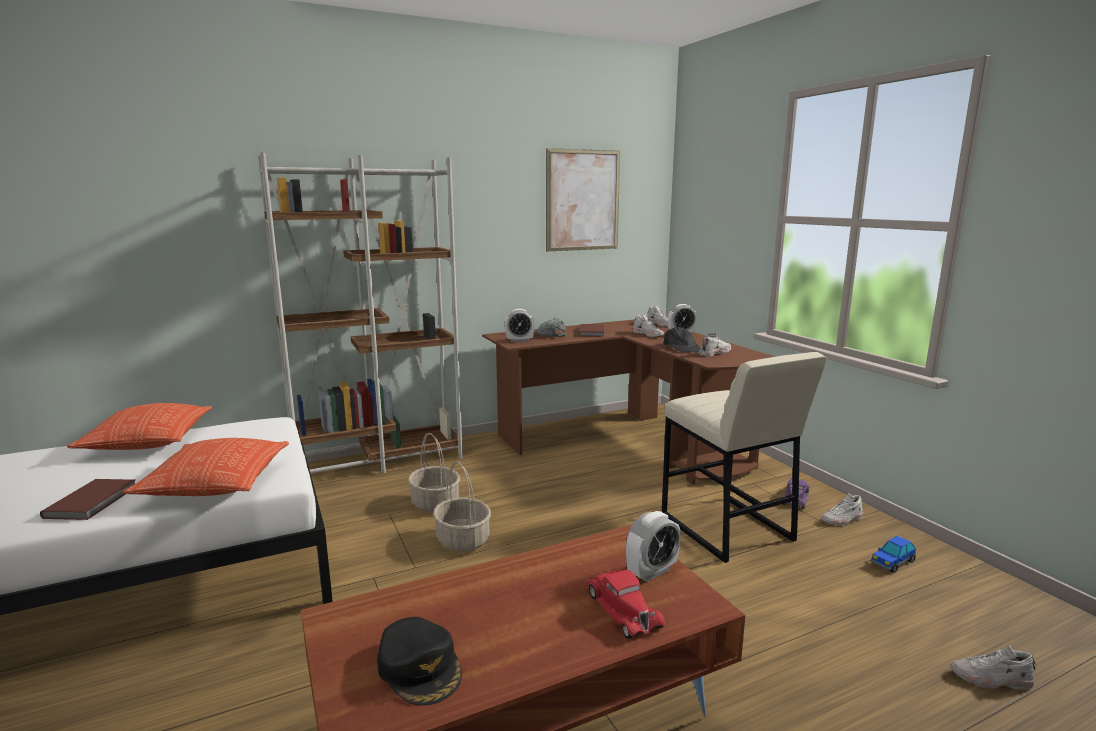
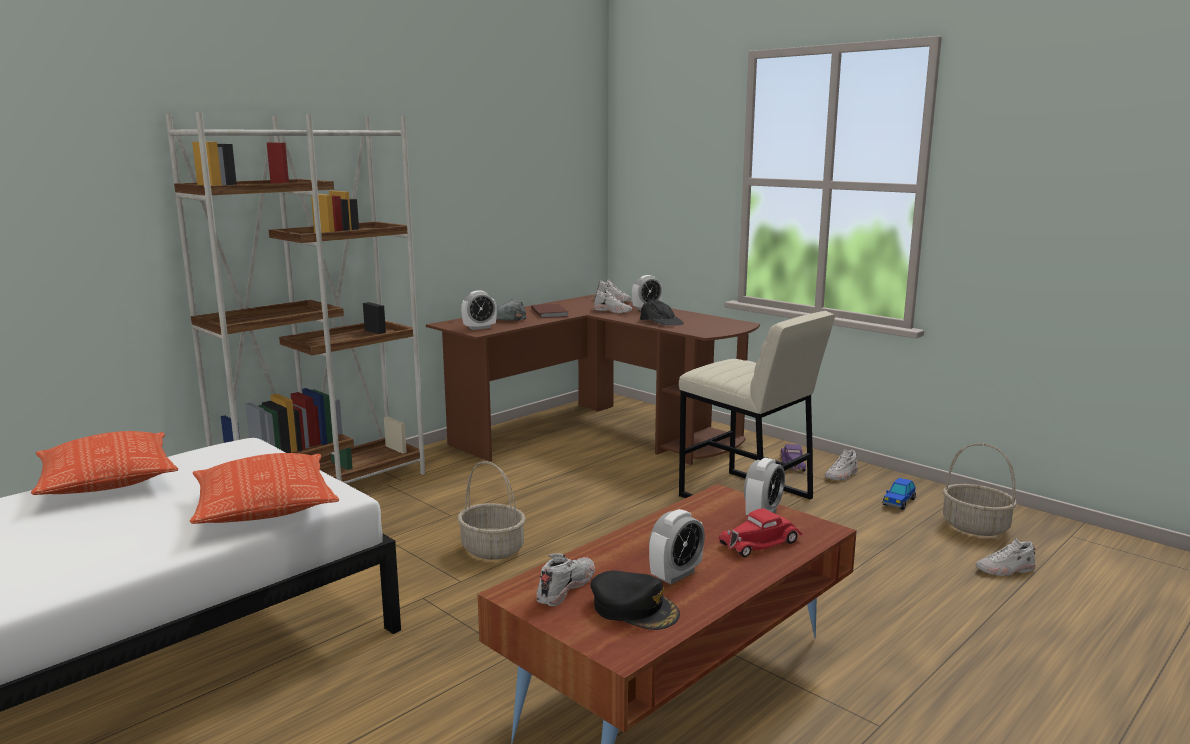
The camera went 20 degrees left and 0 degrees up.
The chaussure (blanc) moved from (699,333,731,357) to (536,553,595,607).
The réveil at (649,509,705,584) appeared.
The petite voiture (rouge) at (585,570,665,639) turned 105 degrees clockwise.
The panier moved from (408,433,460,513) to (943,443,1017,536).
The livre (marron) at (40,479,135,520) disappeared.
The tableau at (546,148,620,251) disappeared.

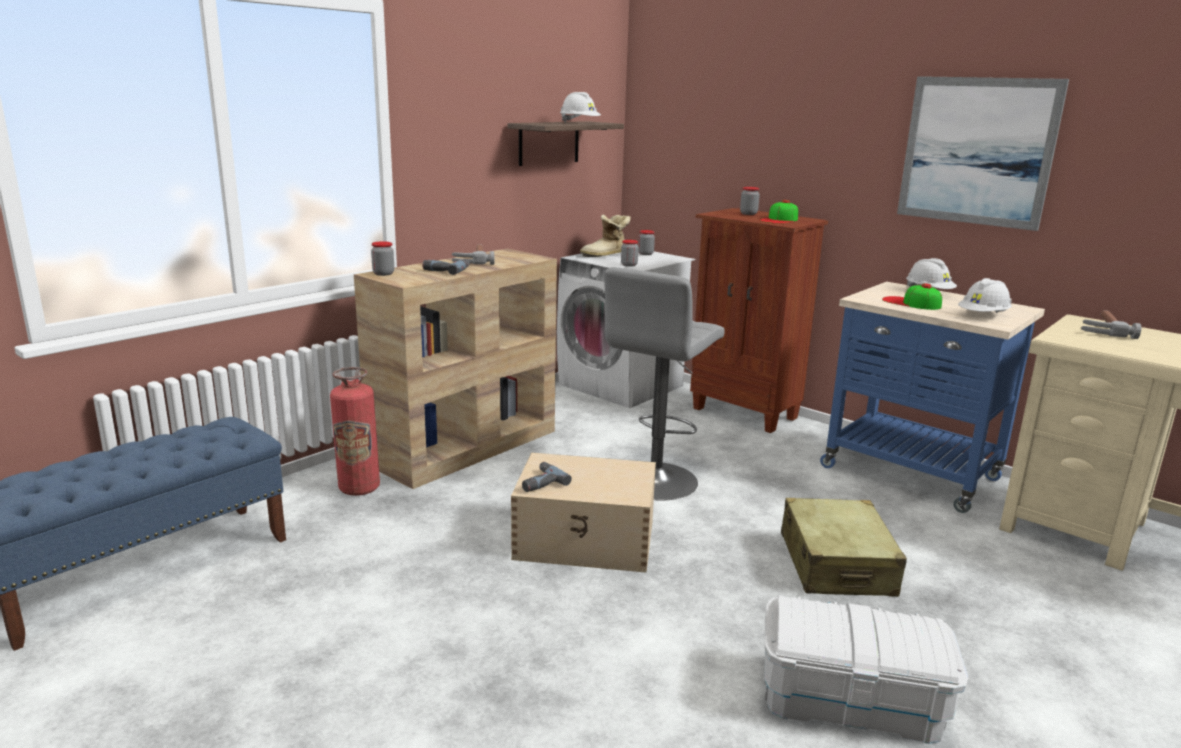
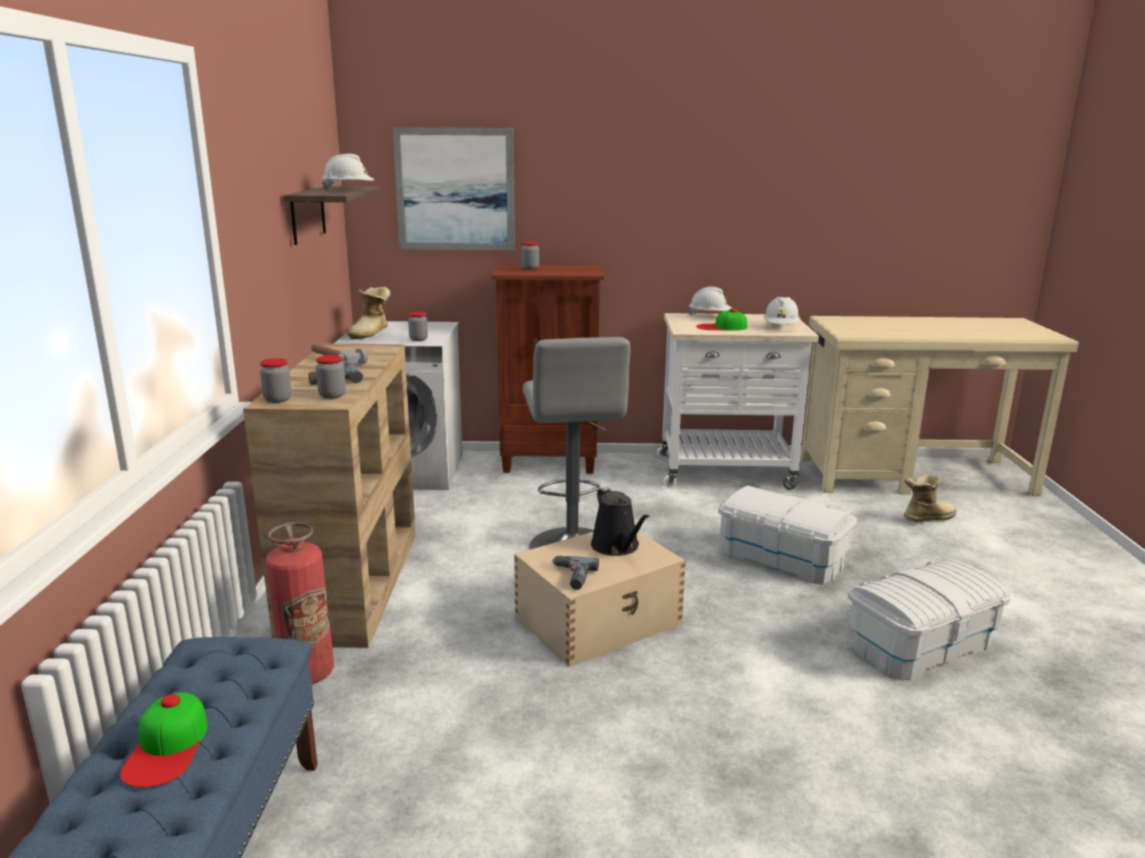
The camera went 40 degrees left and 0 degrees up.
The casquette moved from (760,200,798,224) to (120,693,208,788).
The bocal moved from (638,230,655,255) to (316,355,346,399).
The tableau moved from (897,76,1069,231) to (392,127,515,250).
The arrosoir (noir) at (591,487,649,556) appeared.
The chariot (bleu) at (820,282,1045,513) became the chariot (blanc) at (657,313,819,490).
The valise (beige) at (781,498,907,597) was replaced by the boîte de rangement (blanc) at (718,486,857,584).
The botte at (904,474,957,522) appeared.
The marteau at (1081,310,1141,339) disappeared.

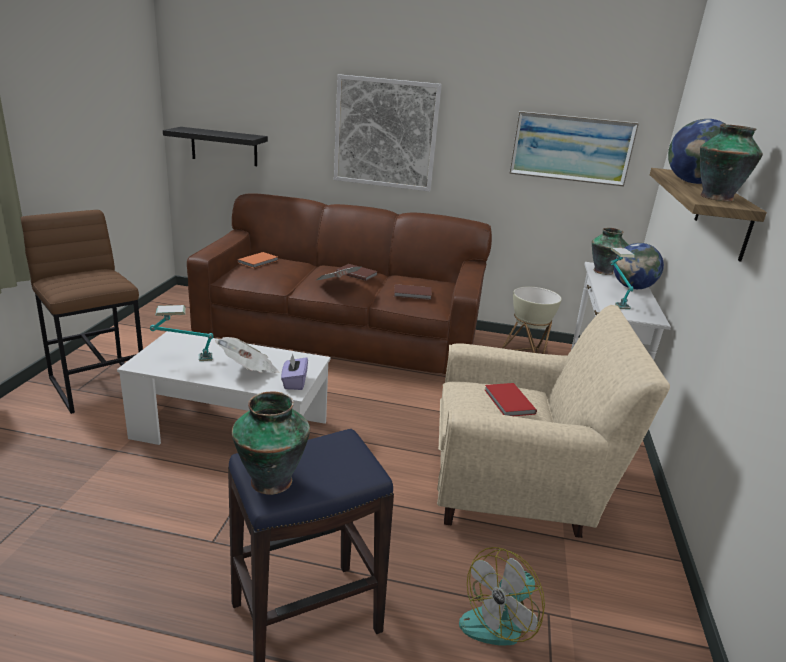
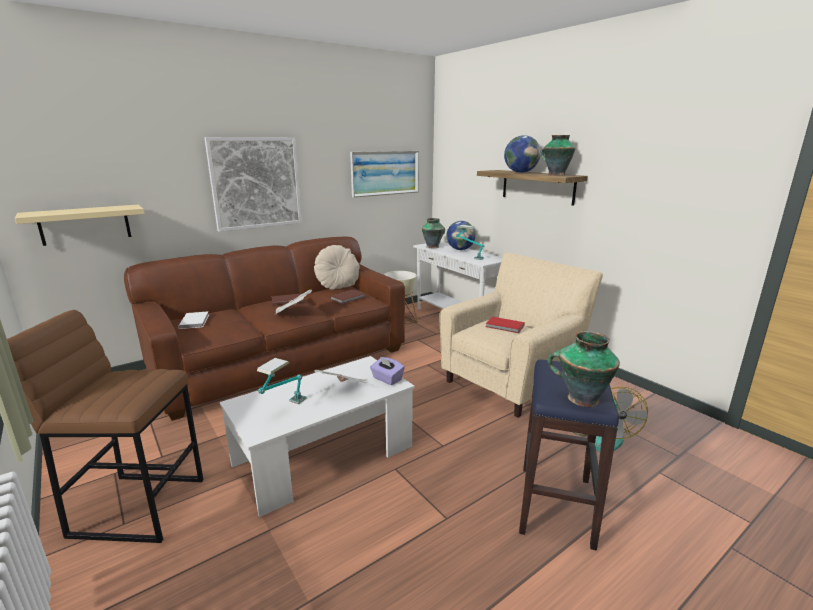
The camera went 45 degrees left and 5 degrees down.
The étagère (noir) at (163,127,268,166) became the étagère (beige) at (15,205,145,246).
The livre (orange) at (237,252,278,268) became the livre (blanc) at (178,311,209,329).
The coussin (beige) at (314,245,360,290) appeared.

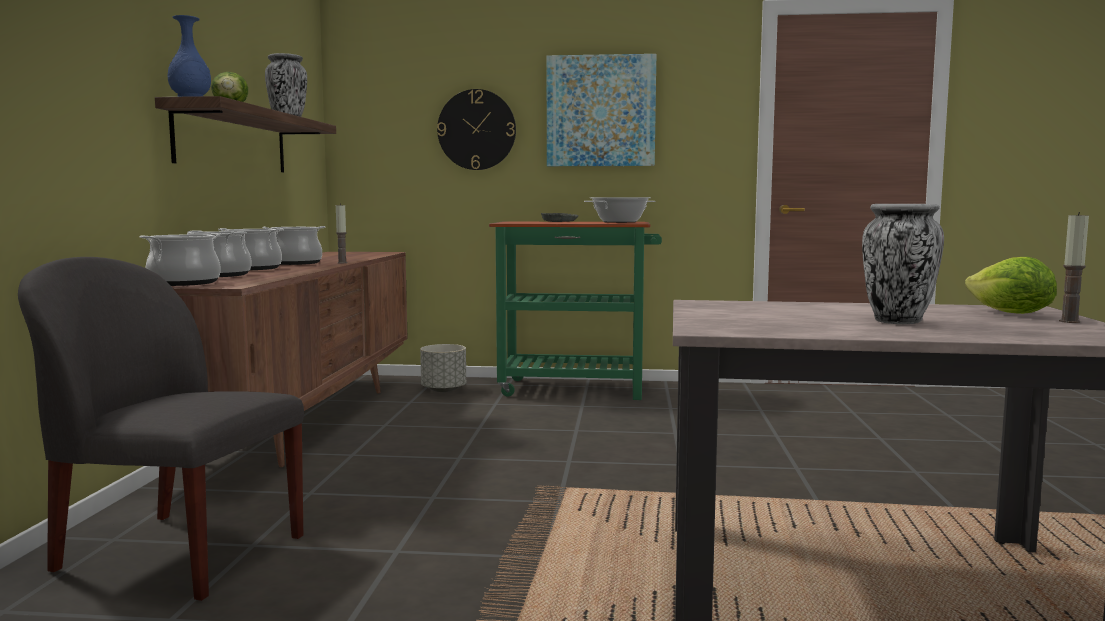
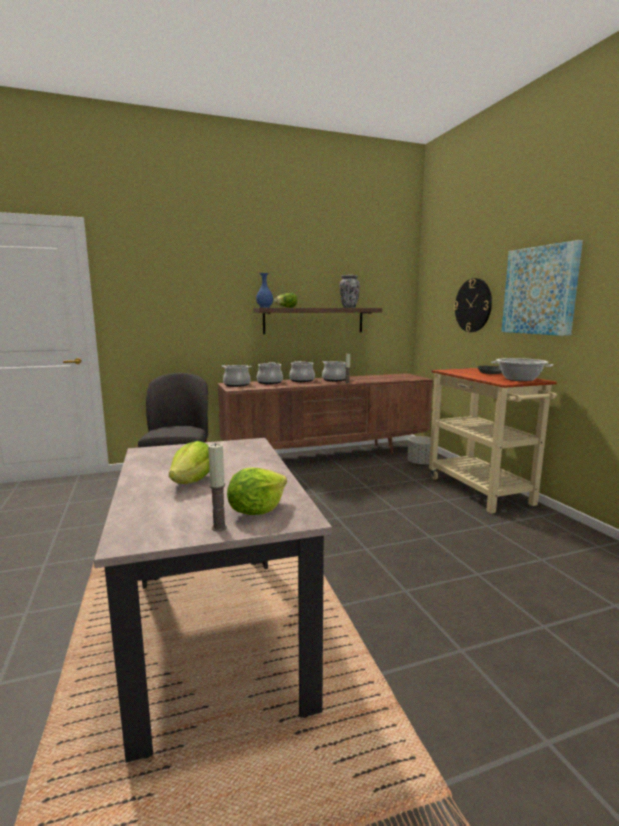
The camera went 65 degrees right and 5 degrees up.
The vase at (862,204,944,324) was replaced by the laitue at (169,441,209,484).
The chariot (vert) at (489,222,662,400) became the chariot (beige) at (429,368,557,513).

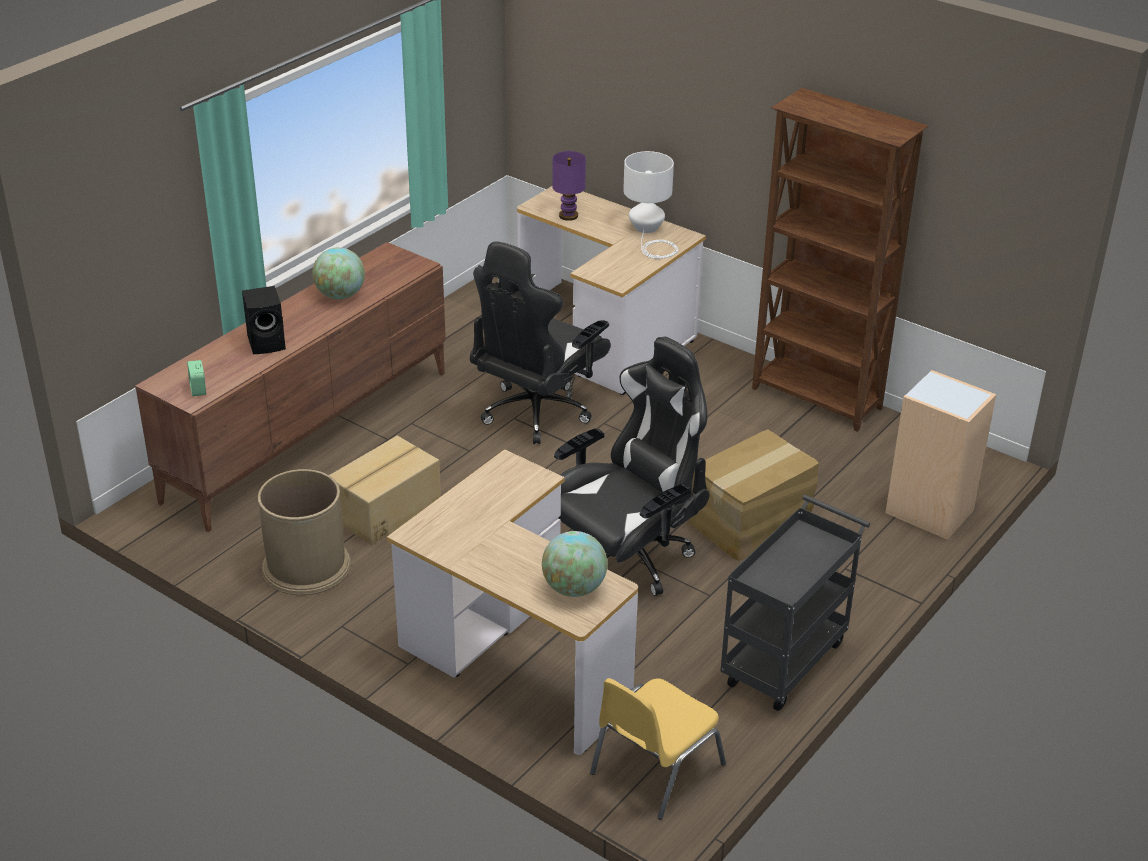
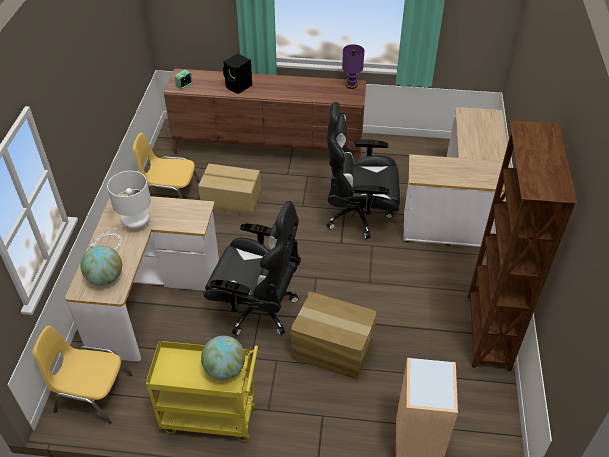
The camera went 60 degrees right and 10 degrees up.
The lampe de table (blanc) moved from (624,151,678,260) to (90,171,151,250).
The poubelle (marron) at (258,469,351,595) was replaced by the chaise (jaune) at (133,133,200,199).
The chariot (gris) at (720,495,870,711) became the chariot (jaune) at (146,341,258,442).
The globe moved from (312,247,365,299) to (201,336,245,380).
The lampe de table (violet) moved from (552,151,586,221) to (342,44,365,89).

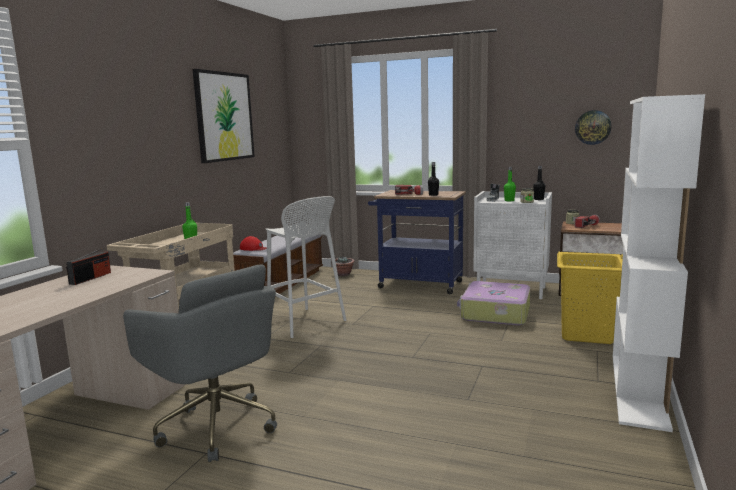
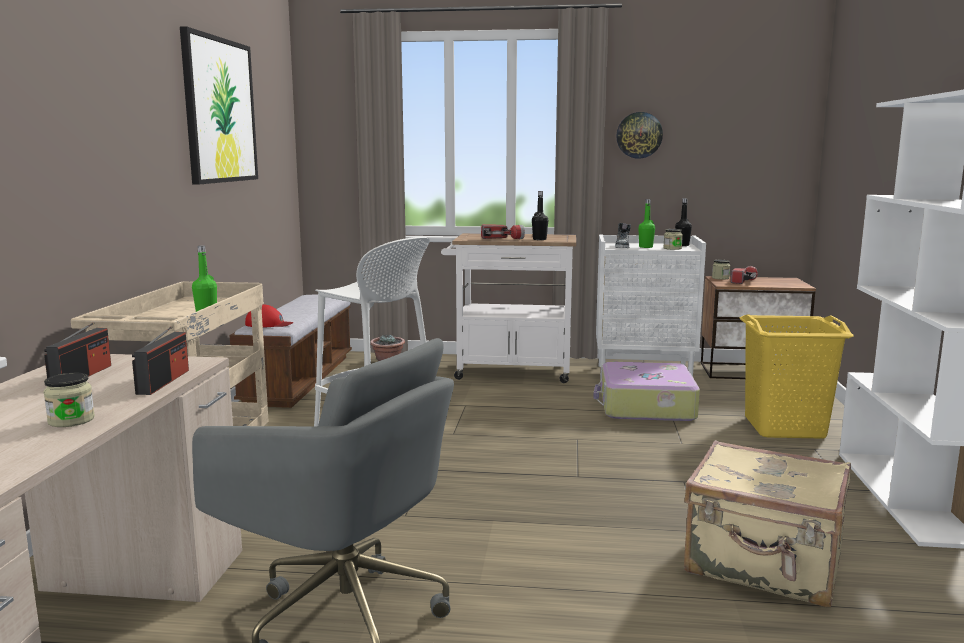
The camera went 15 degrees left and 0 degrees up.
The bocal at (43,373,95,427) appeared.
The radio at (132,326,189,395) appeared.
The chariot (bleu) at (368,190,466,294) became the chariot (blanc) at (441,233,576,383).
The horloge murale moved from (575,110,611,145) to (616,112,663,159).
The valise (beige) at (684,440,851,608) appeared.

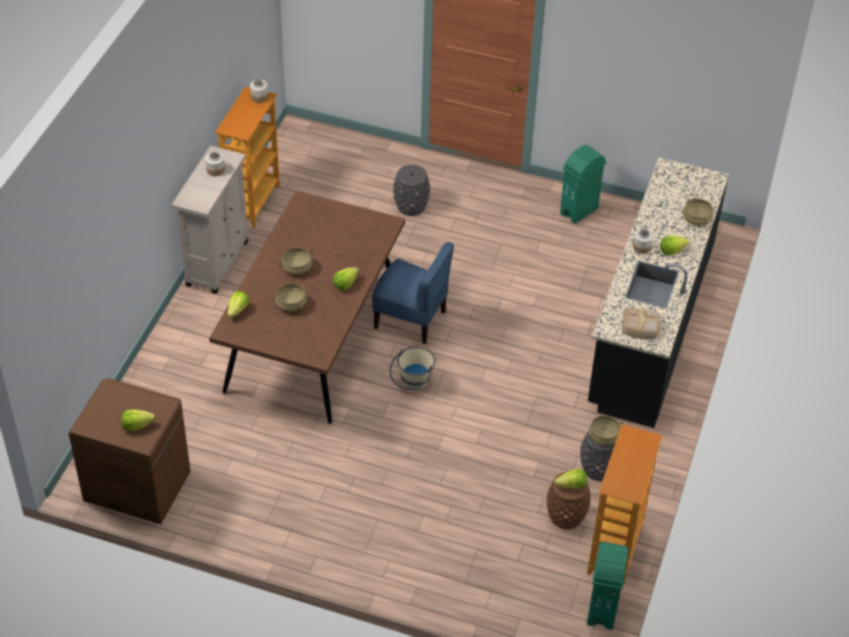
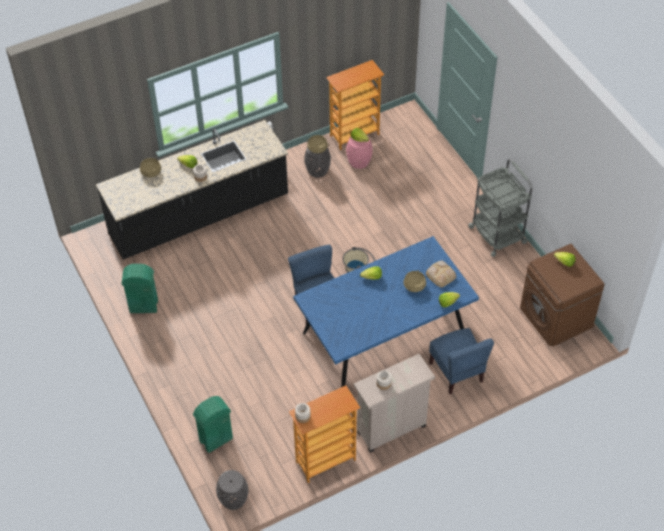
The camera went 135 degrees left and 5 degrees up.
The poubelle (vert) moved from (587,542,629,630) to (193,396,233,453).
The tabouret (gris) moved from (393,165,430,216) to (216,470,248,510).
The table à manger (marron) at (209,191,405,424) became the table à manger (bleu) at (293,236,479,387).
The tabouret (marron) at (547,472,591,529) became the tabouret (rose) at (346,137,373,169).
The pain moved from (622,308,661,339) to (426,261,456,288).
The chaise (bleu) at (429,328,494,394) appeared.
The chariot (gris) at (469,159,532,257) appeared.
The marmite (beige) at (280,247,312,275) disappeared.

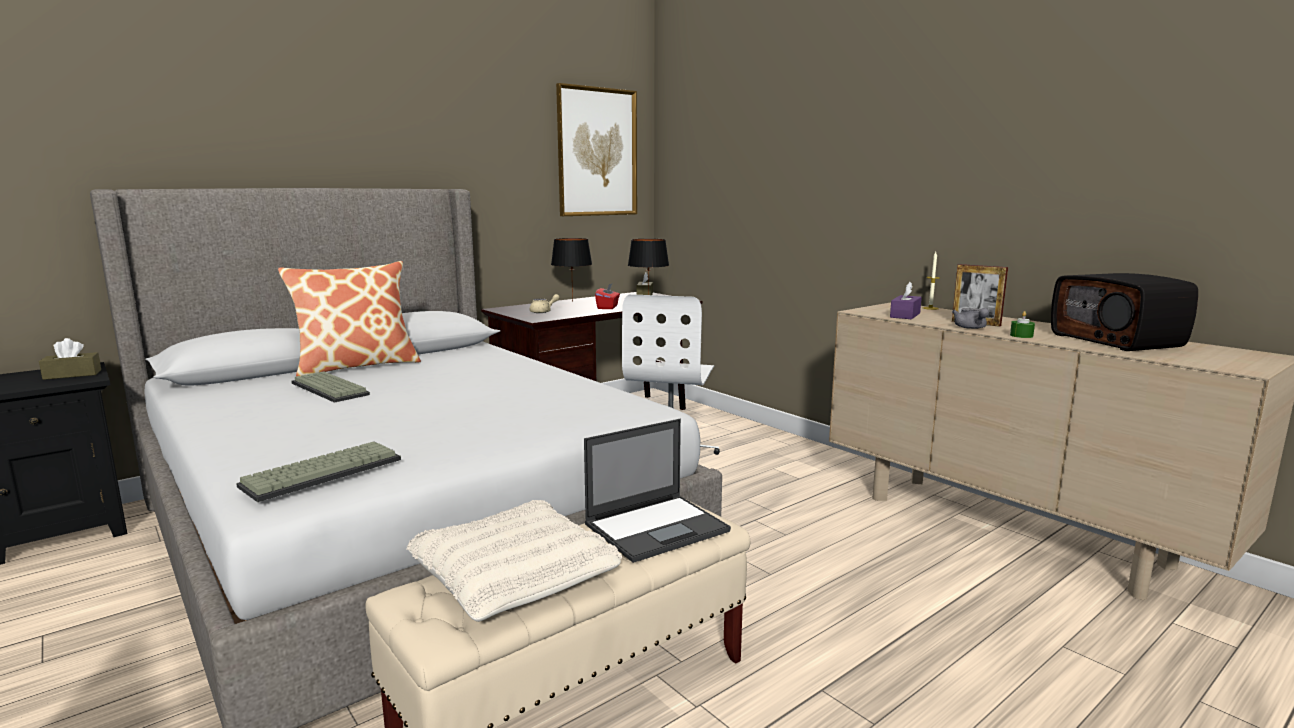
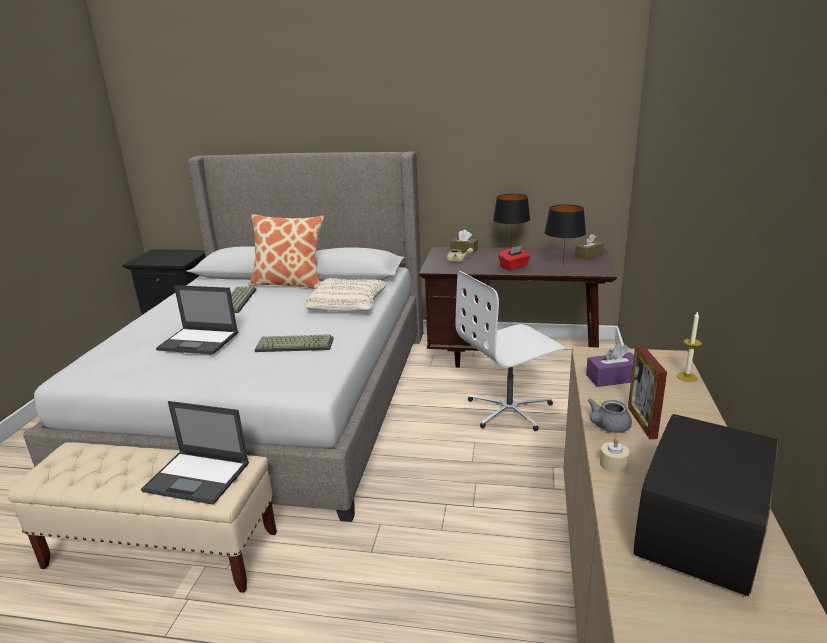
The camera went 50 degrees right and 10 degrees up.
The ordinateur portable at (156,285,238,355) appeared.
The clavier moved from (236,441,401,502) to (255,334,334,352).
The coussin (beige) moved from (406,500,622,622) to (304,278,387,311).
The boîte à mouchoirs (marron) moved from (39,338,101,380) to (450,230,478,253).
The bougie (vert) at (1010,311,1035,338) became the bougie (beige) at (600,438,629,473).
The tableau at (556,83,637,216) disappeared.

